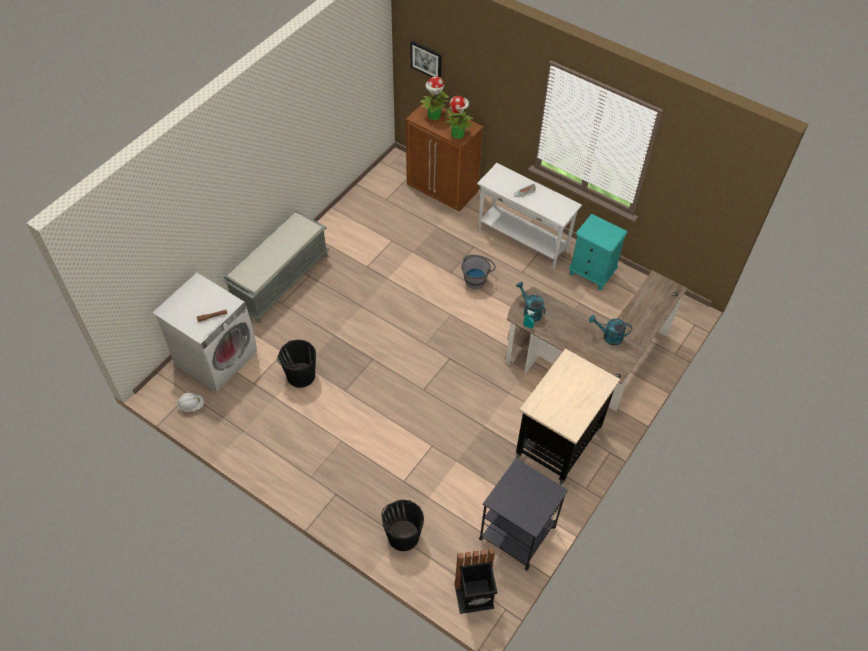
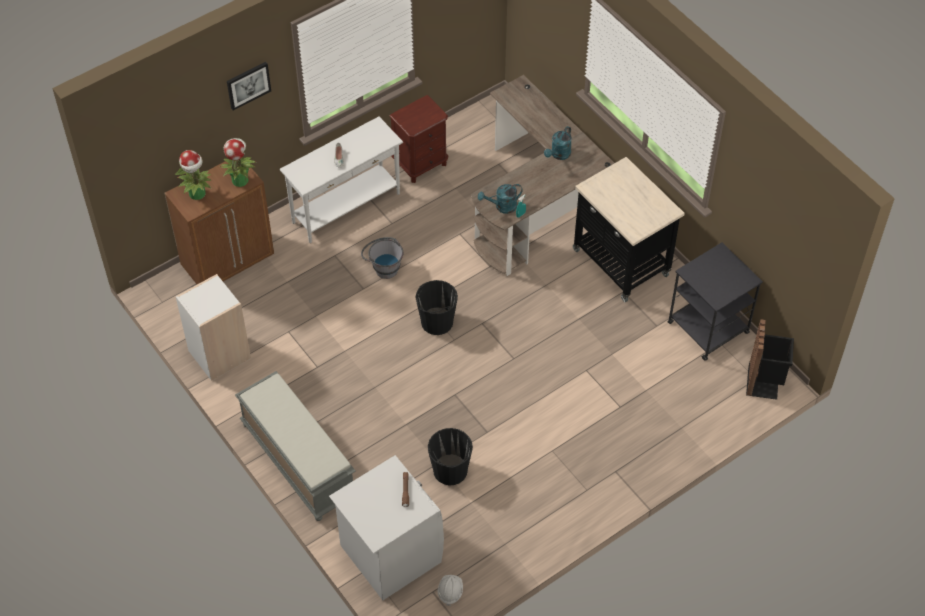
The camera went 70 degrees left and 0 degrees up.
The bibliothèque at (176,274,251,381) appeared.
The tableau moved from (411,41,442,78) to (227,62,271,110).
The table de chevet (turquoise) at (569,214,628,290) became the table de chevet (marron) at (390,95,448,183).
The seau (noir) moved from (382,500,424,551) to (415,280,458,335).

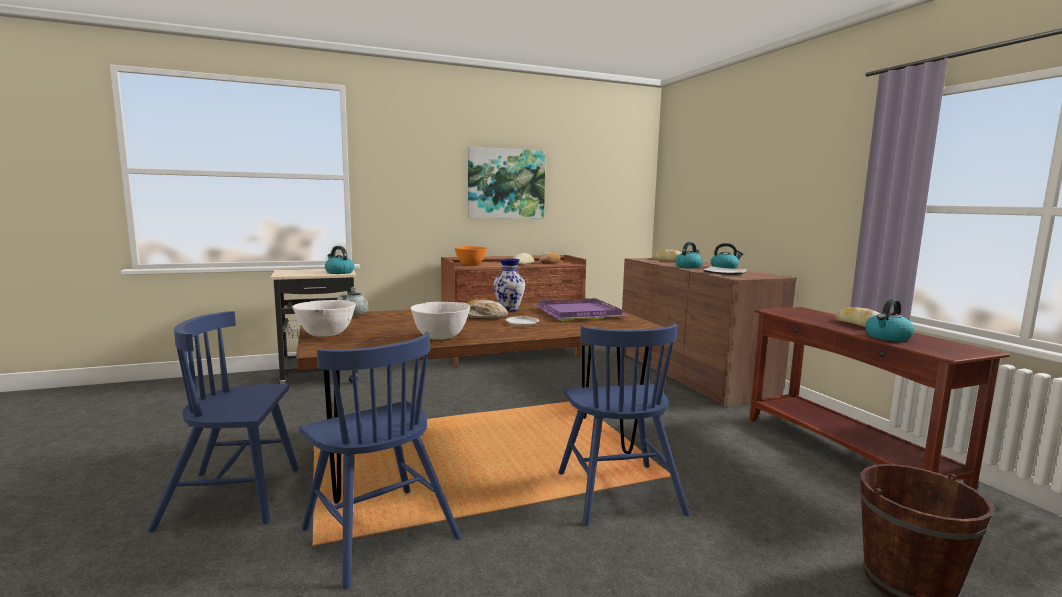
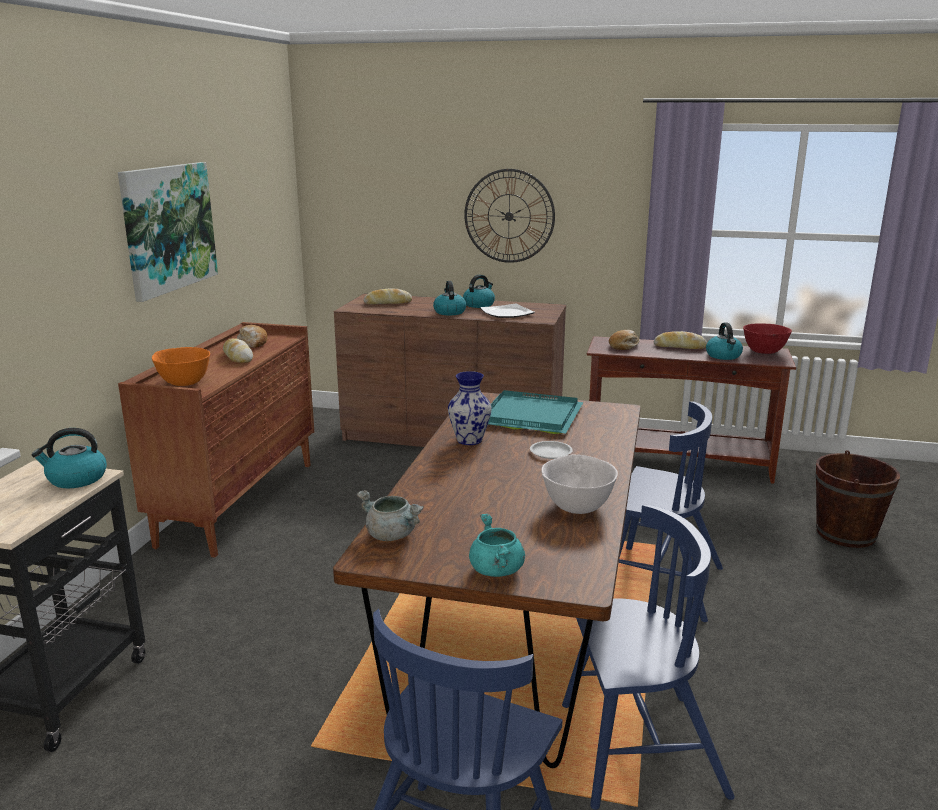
The camera went 55 degrees left and 10 degrees up.
The horloge murale at (464,169,555,263) appeared.
The bol (blanc) at (293,300,356,337) was replaced by the marmite (turquoise) at (469,514,525,577).
The plateau (violet) at (534,298,628,321) became the plateau (turquoise) at (488,390,583,434).
The pain moved from (467,299,508,319) to (609,330,639,350).
The bol (rouge) at (743,323,792,354) appeared.

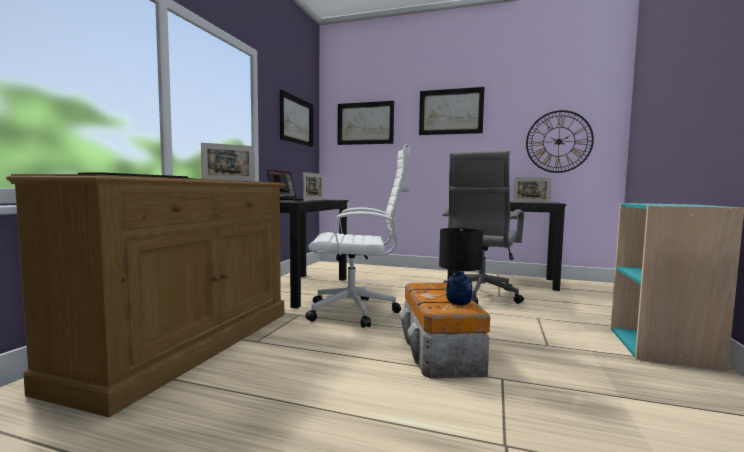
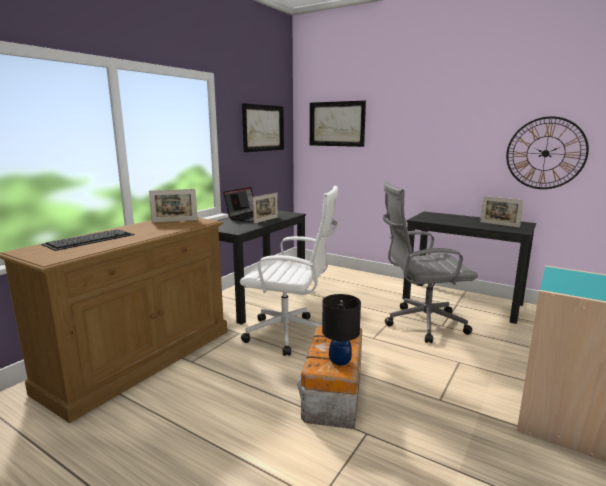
The camera went 15 degrees right and 10 degrees up.
The chaise de bureau (gris) at (442,151,524,304) turned 45 degrees clockwise.
The tableau at (419,87,484,135) disappeared.

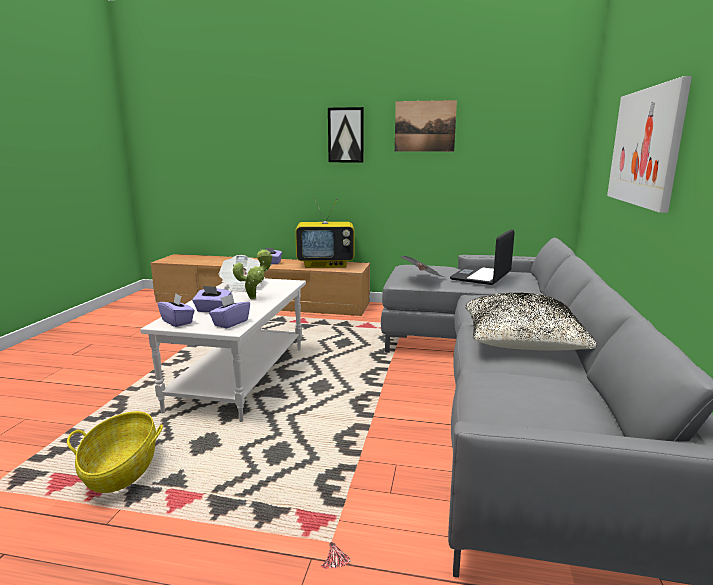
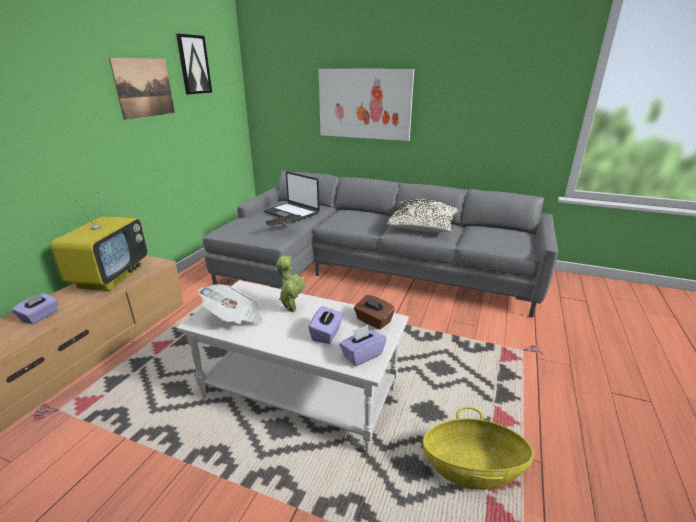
The camera went 80 degrees left and 10 degrees up.
The tableau moved from (328,107,364,162) to (176,34,212,94).
The boîte à mouchoirs (violet) at (209,294,250,329) became the boîte à mouchoirs (marron) at (354,295,395,329).

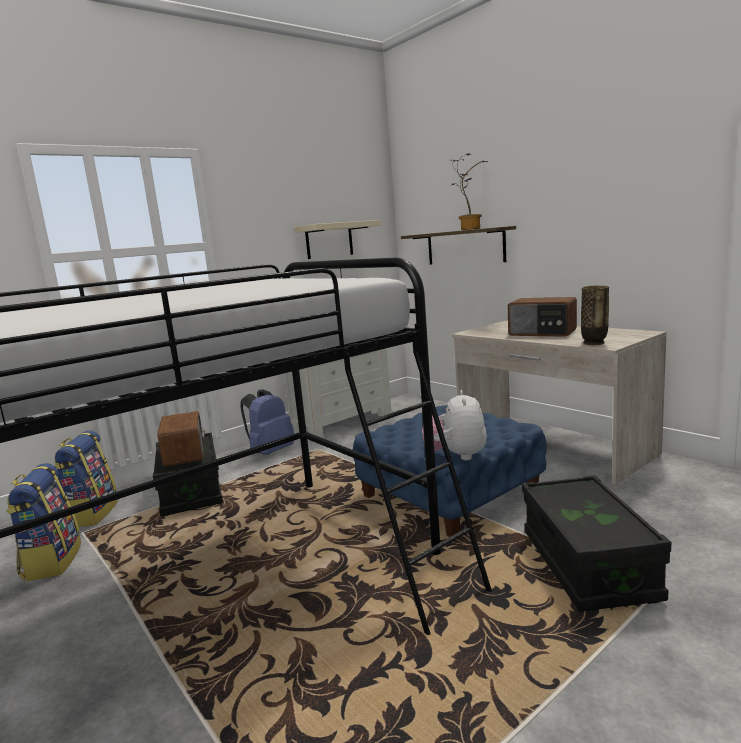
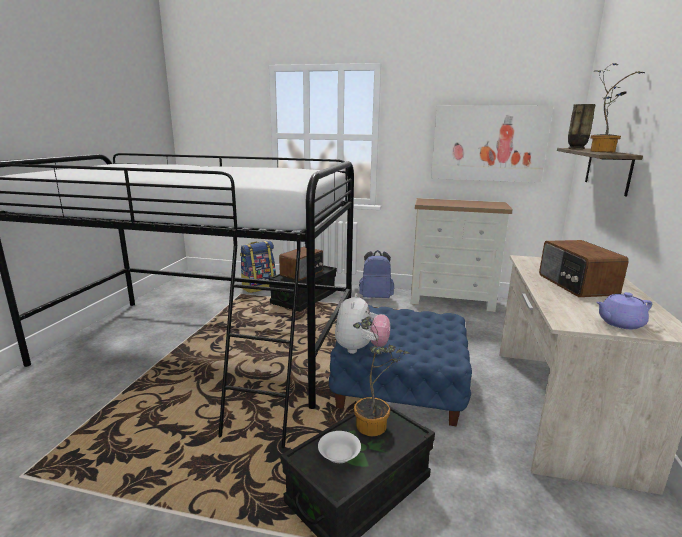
The camera went 50 degrees right and 5 degrees up.
The bol (blanc) at (318,431,361,463) appeared.
The peluche at (422,390,487,460) turned 135 degrees clockwise.
The plante en pot at (353,316,411,436) appeared.
The étagère (beige) at (294,220,382,259) was replaced by the tableau at (431,105,554,183).
The vase moved from (581,286,609,346) to (568,104,596,149).
The théière (violet) at (596,292,652,329) appeared.
The sac à dos at (6,463,81,581) disappeared.

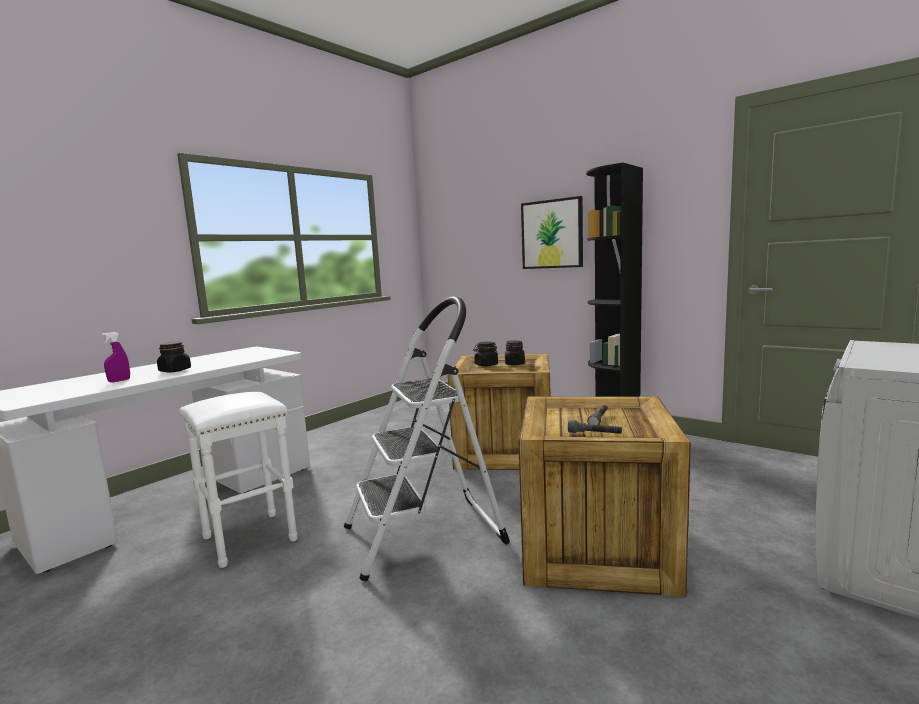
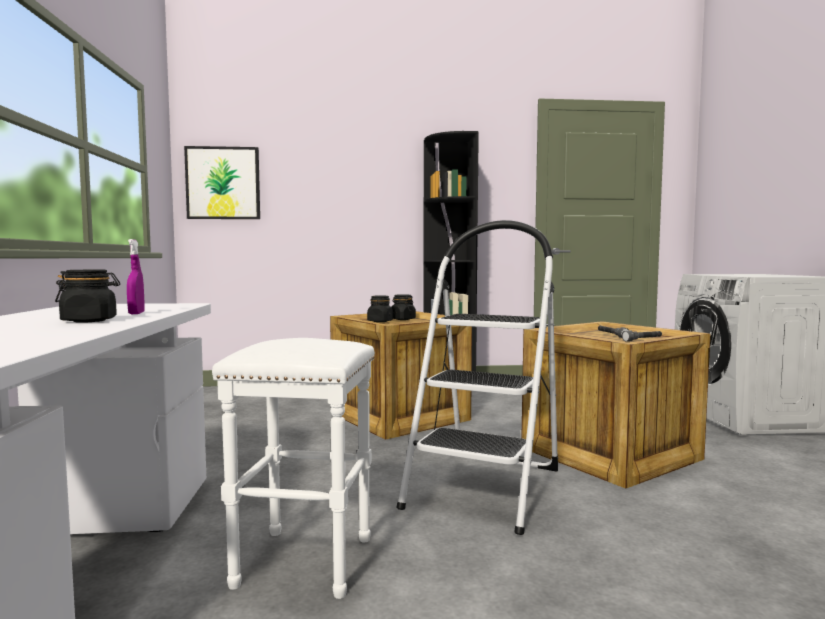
The camera went 45 degrees left and 5 degrees down.
The vaporisateur (violet) moved from (102,332,130,382) to (127,239,145,314).
The tableau moved from (521,196,583,269) to (184,146,260,219).

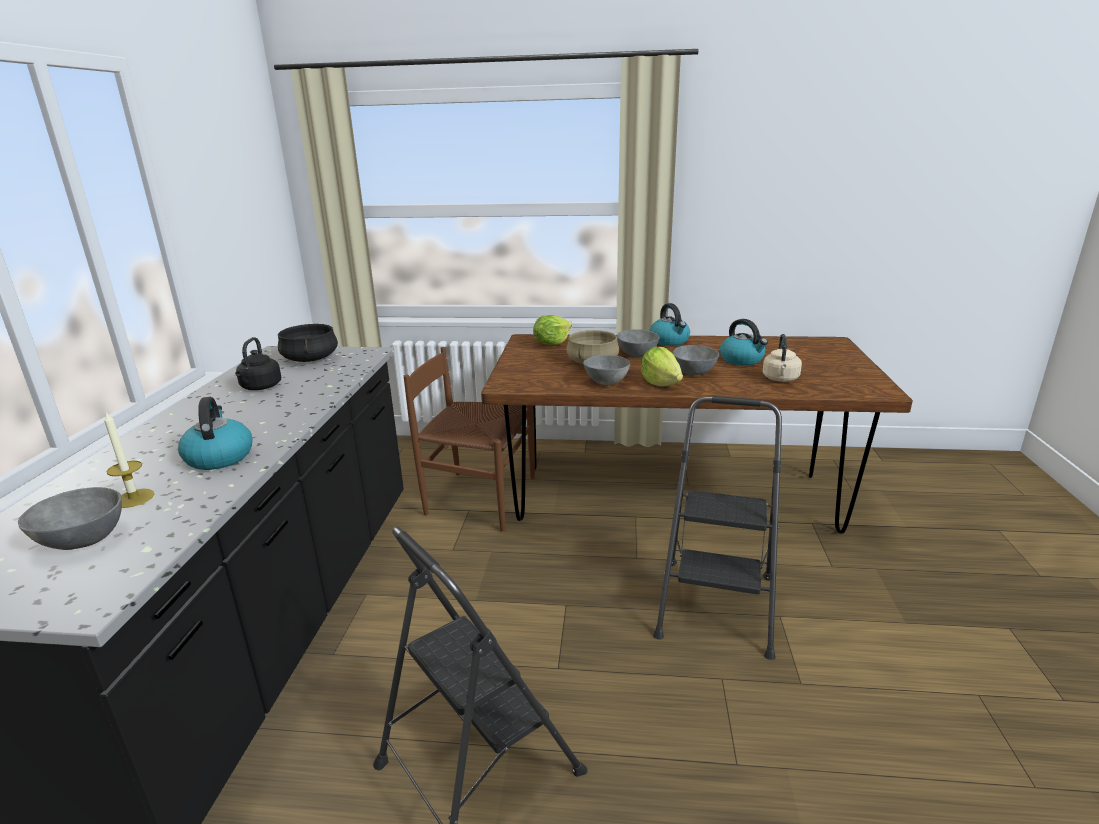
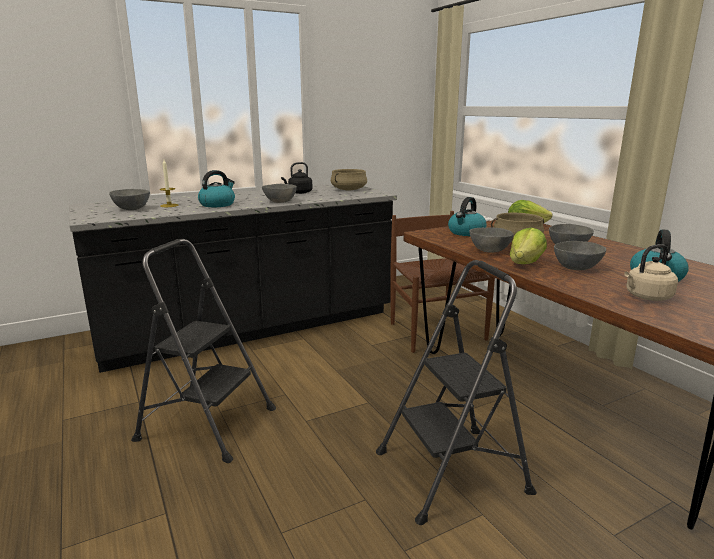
The camera went 55 degrees right and 5 degrees down.
The bol (gris) at (262,184,297,203) appeared.
The marmite (noir) at (278,324,338,362) became the marmite (beige) at (331,169,367,190).
The bouilloire moved from (650,303,690,346) to (448,197,487,236).

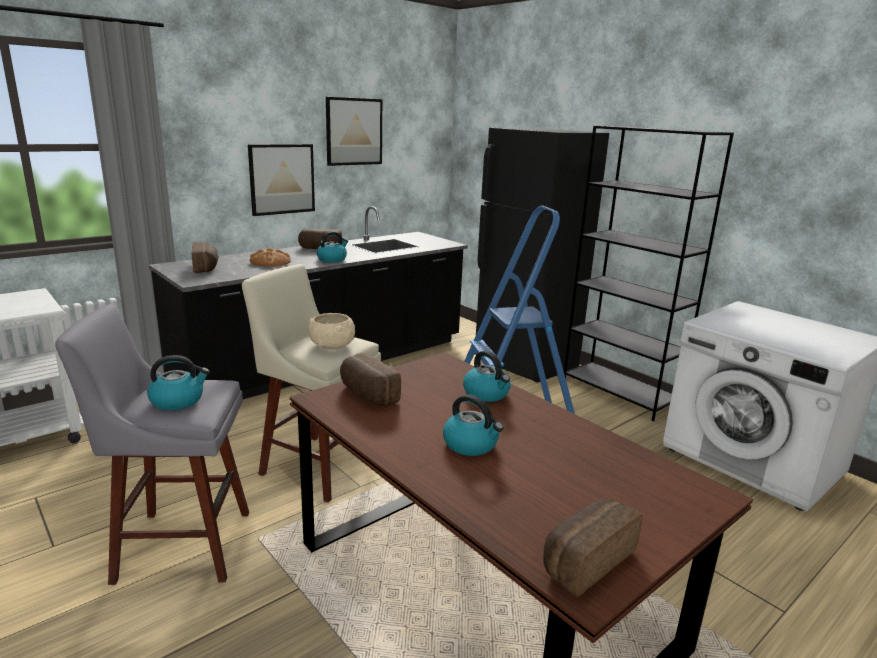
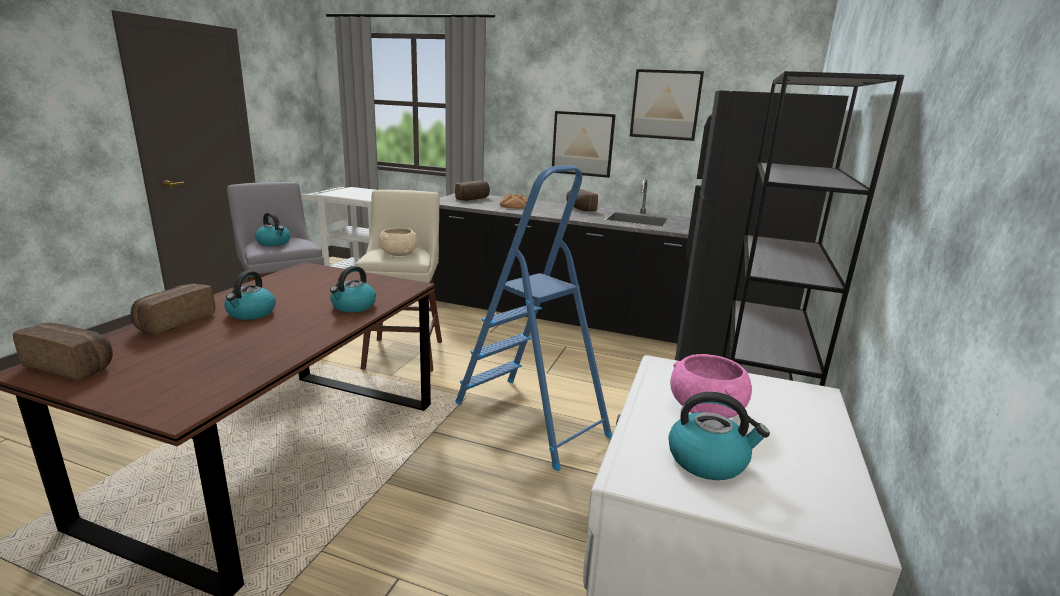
The camera went 60 degrees right and 0 degrees up.
The pain moved from (340,353,401,406) to (131,284,215,335).
The bouilloire moved from (317,231,348,263) to (668,392,770,480).
The bol (rose) at (670,354,752,418) appeared.

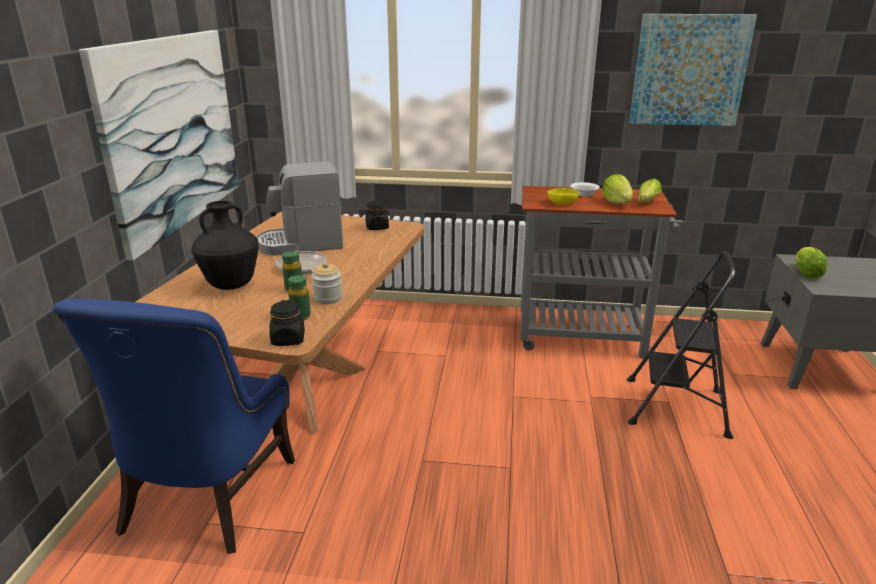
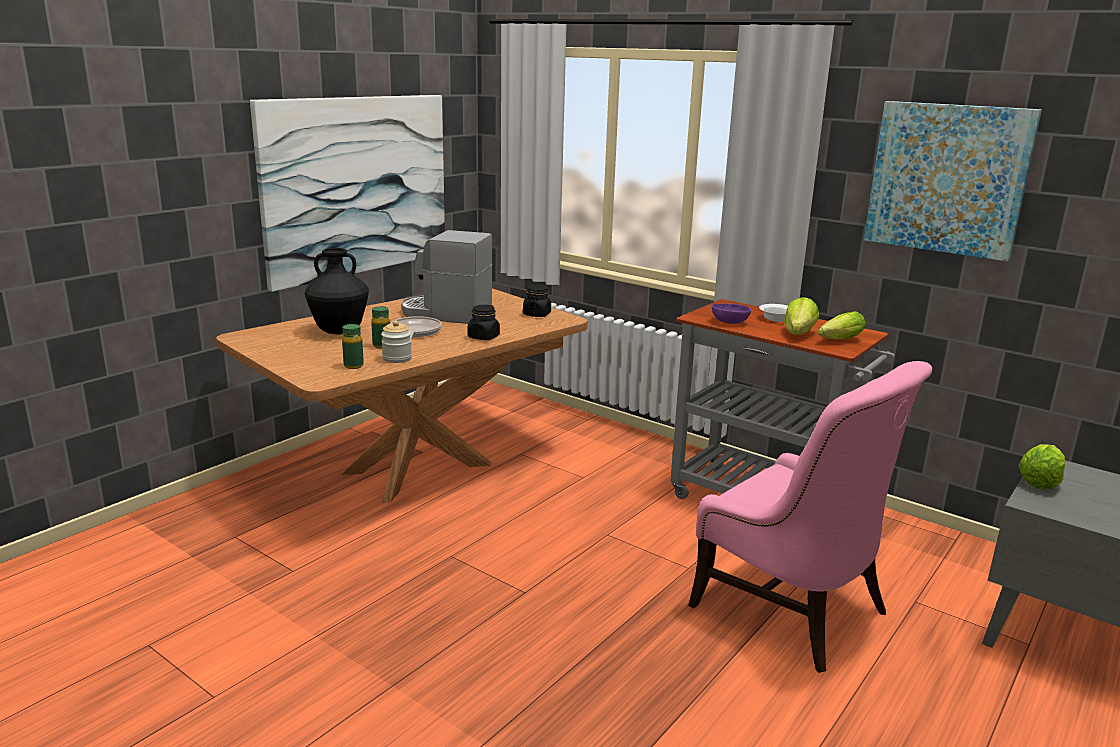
The camera went 30 degrees right and 5 degrees down.
The bocal (noir) moved from (269,300,305,346) to (468,305,500,340).
The escabeau (noir) at (627,251,735,439) was replaced by the chaise (rose) at (688,361,932,673).
The bol (jaune) at (548,188,579,205) became the bol (violet) at (712,303,751,324).
The chaise (bleu) at (53,299,295,554) disappeared.

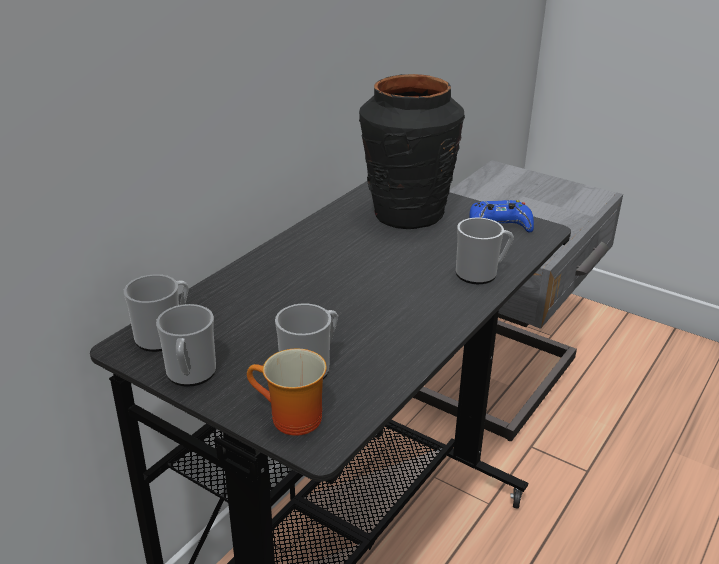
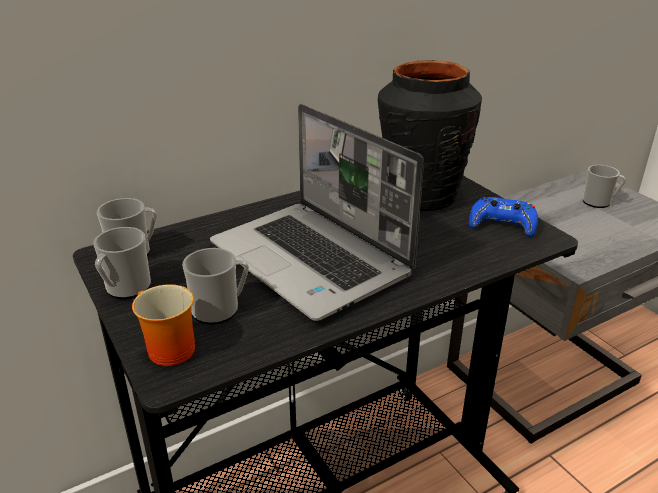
The camera went 25 degrees right and 0 degrees up.
The ordinateur portable at (210,104,424,321) appeared.
The mug moved from (456,218,514,284) to (582,165,626,208).

